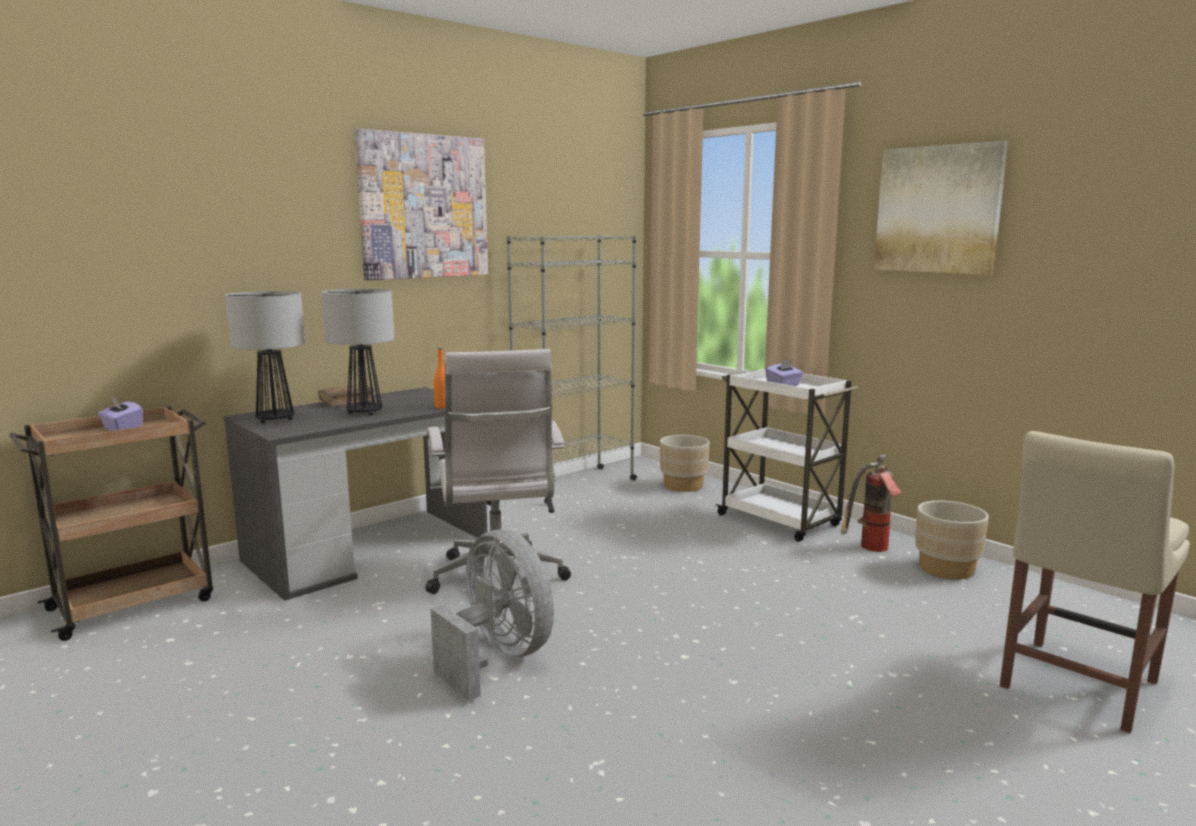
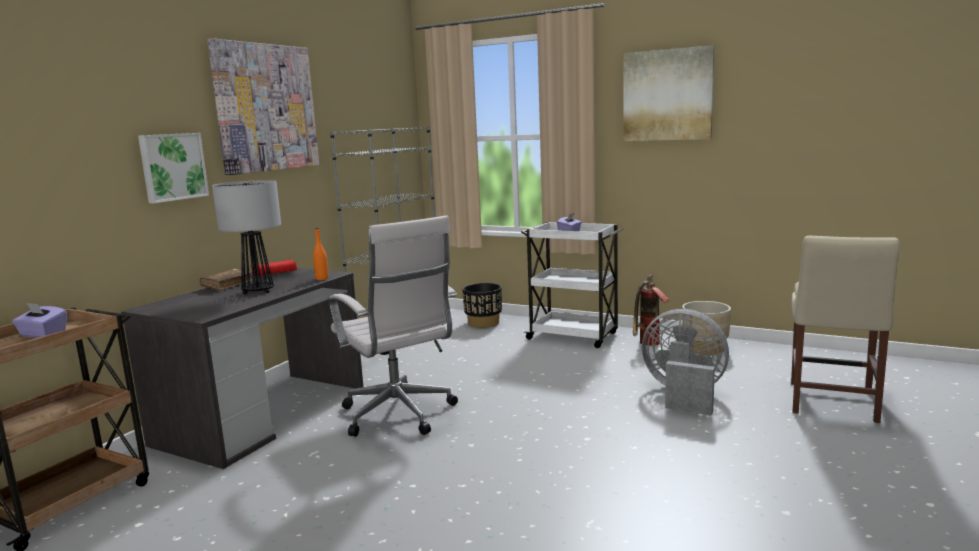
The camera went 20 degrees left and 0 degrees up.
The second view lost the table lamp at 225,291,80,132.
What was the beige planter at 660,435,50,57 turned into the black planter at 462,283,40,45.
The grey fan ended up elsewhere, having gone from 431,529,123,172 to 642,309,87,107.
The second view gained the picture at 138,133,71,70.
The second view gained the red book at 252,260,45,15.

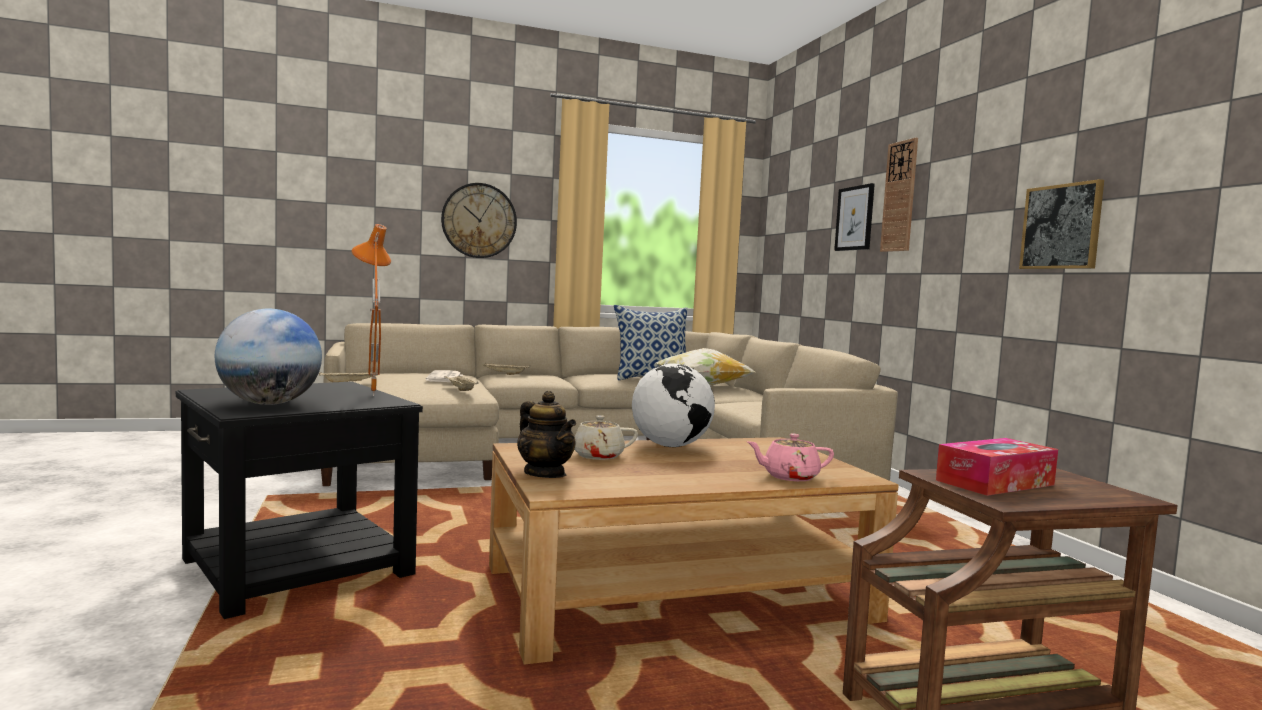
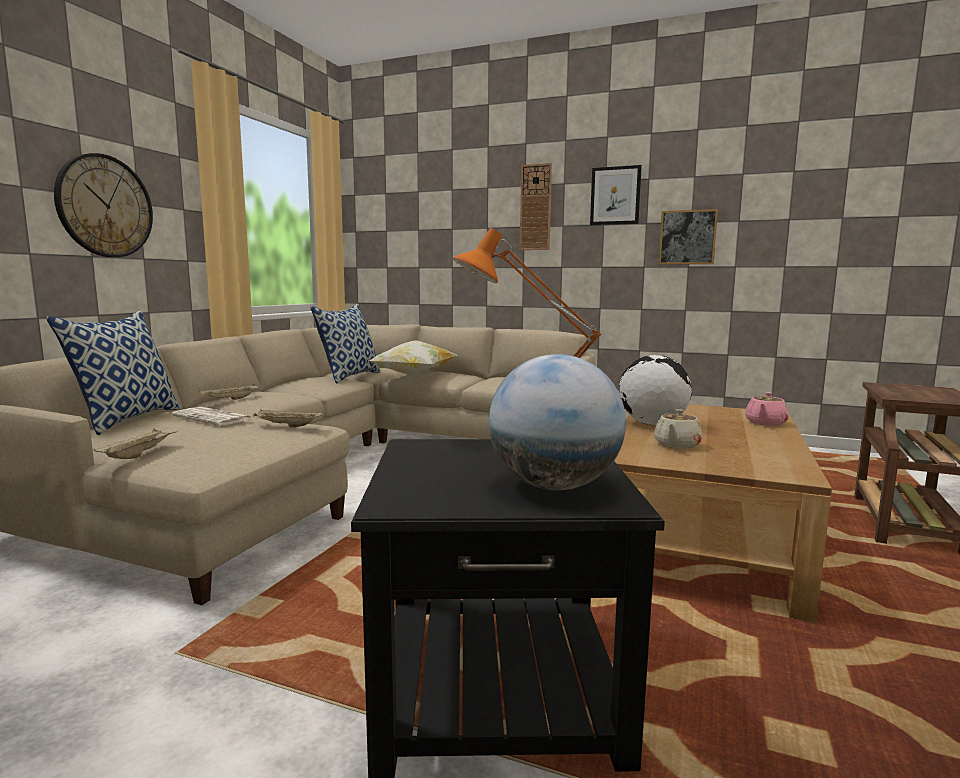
The camera went 50 degrees left and 5 degrees up.
The picture ended up elsewhere, having gone from 834,183,41,68 to 590,165,52,60.
The second view lost the teapot at 517,391,59,87.
The second view lost the tissue box at 936,438,122,58.
The second view gained the pillow at 46,310,135,125.

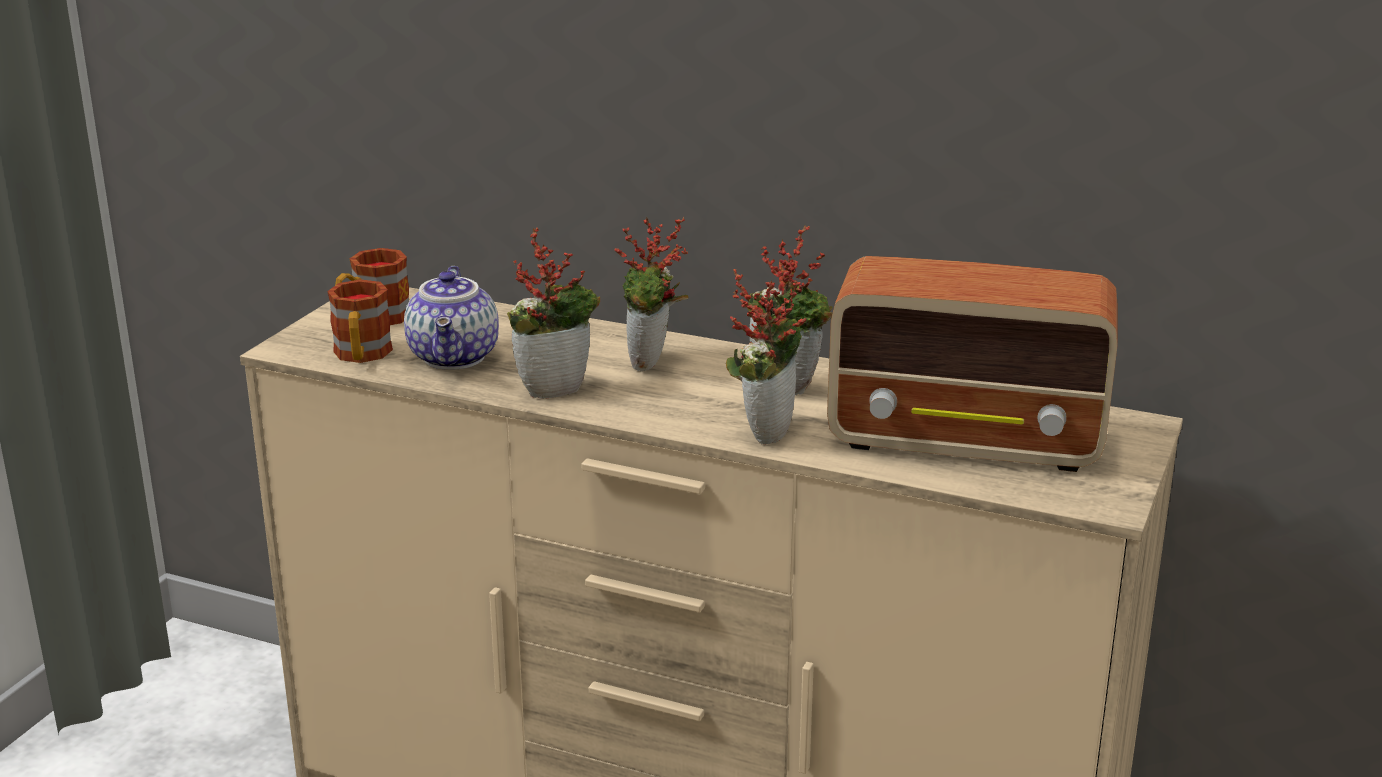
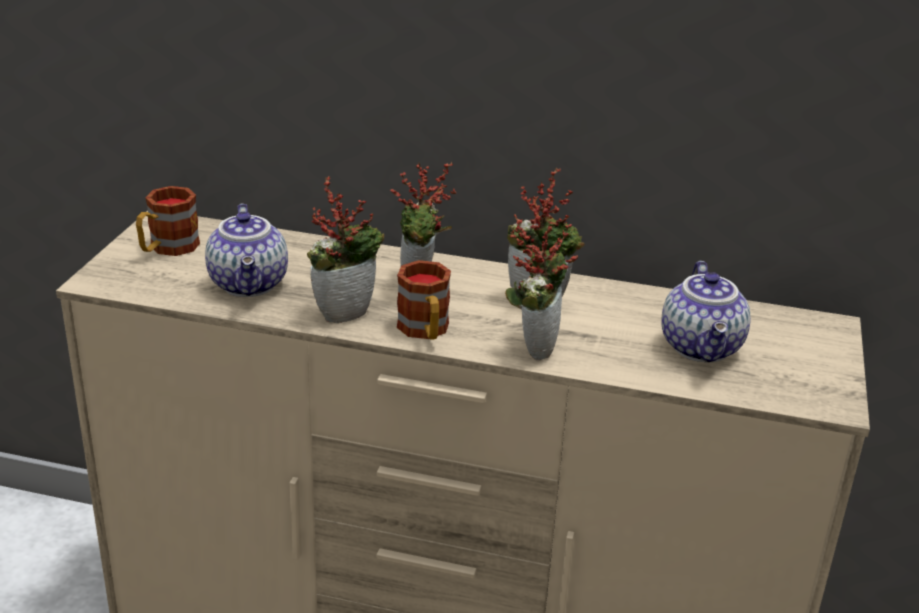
The camera went 10 degrees left and 5 degrees up.
Where the radio stood at 827,256,291,216, the teapot came to stand at 662,261,89,101.
The mug ended up elsewhere, having gone from 327,279,66,84 to 397,260,54,80.

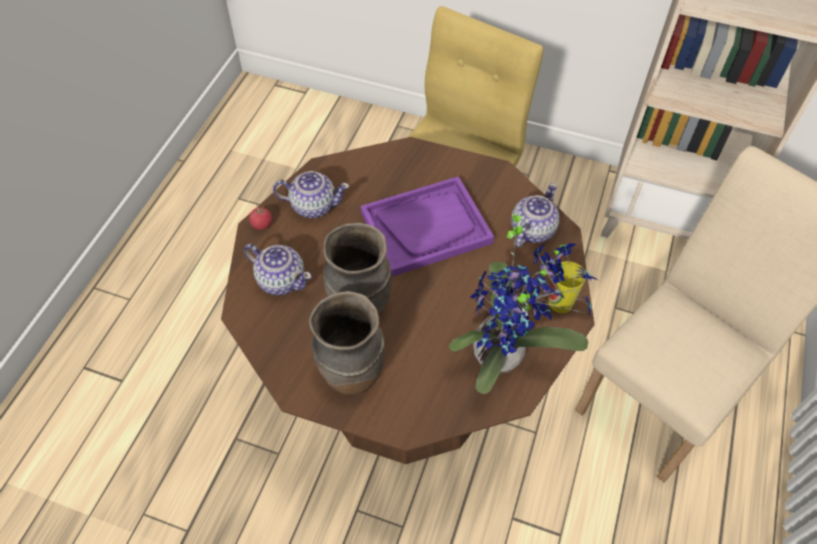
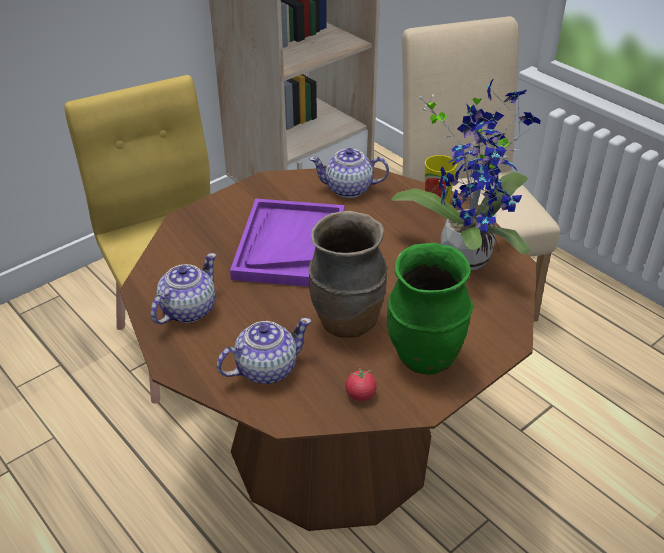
The camera went 60 degrees left and 15 degrees down.
The teapot at 511,183,48,64 ended up facing another way, 60 degrees counterclockwise from before.
The tomato ended up elsewhere, having gone from 249,204,23,26 to 345,367,32,34.
What was the brown vase at 309,291,76,104 turned into the green vase at 387,243,86,132.

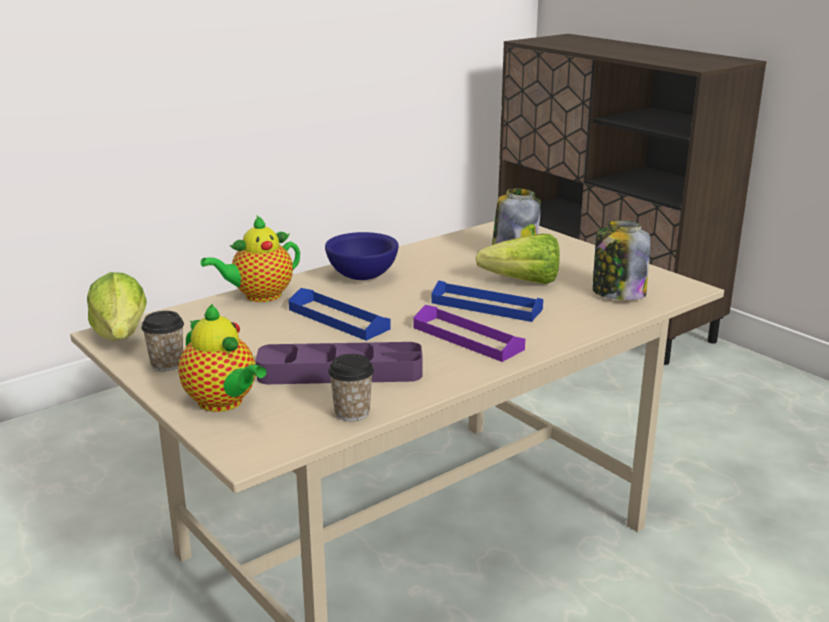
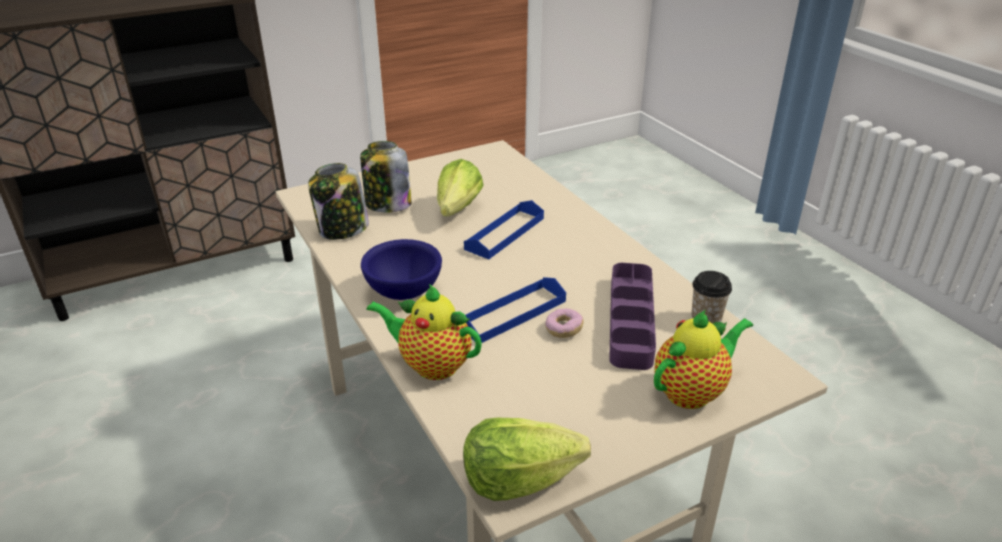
The camera went 80 degrees left and 10 degrees up.
The teapot at 200,215,100,87 ended up facing another way, 135 degrees clockwise from before.
The jar ended up elsewhere, having gone from 593,220,57,80 to 308,163,61,77.
The second view lost the purple tray at 413,305,112,57.
The second view lost the cup at 141,311,43,60.
The second view gained the donut at 545,308,39,30.

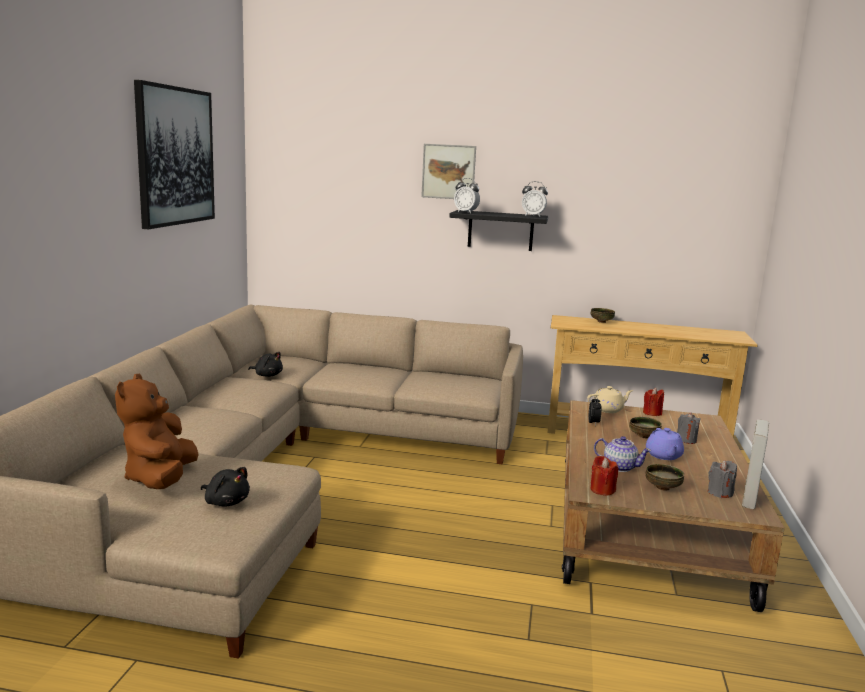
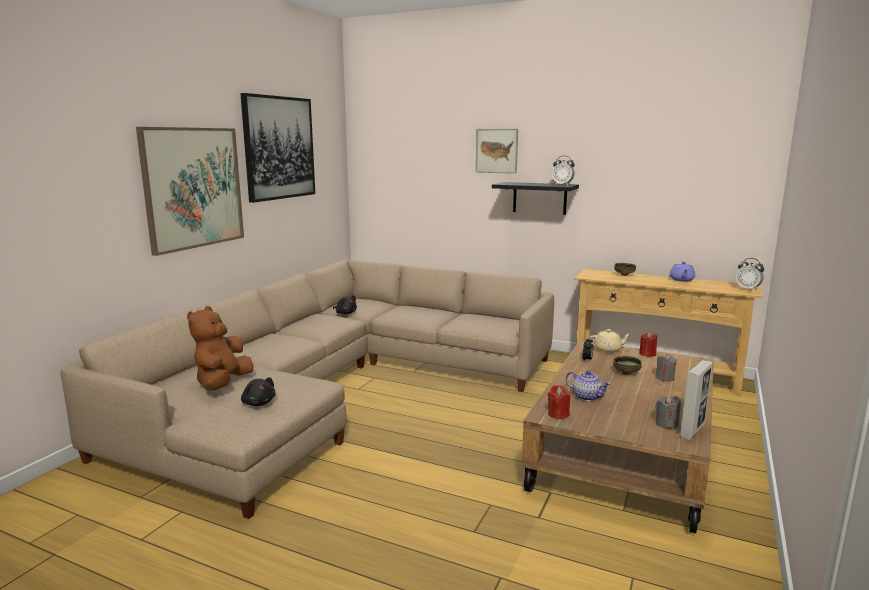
The camera went 15 degrees right and 0 degrees up.
The alarm clock ended up elsewhere, having gone from 454,178,26,36 to 736,258,28,33.
The purple teapot ended up elsewhere, having gone from 646,428,38,32 to 670,262,25,20.
The second view lost the bowl at 645,464,39,27.
The second view gained the picture at 136,127,108,129.

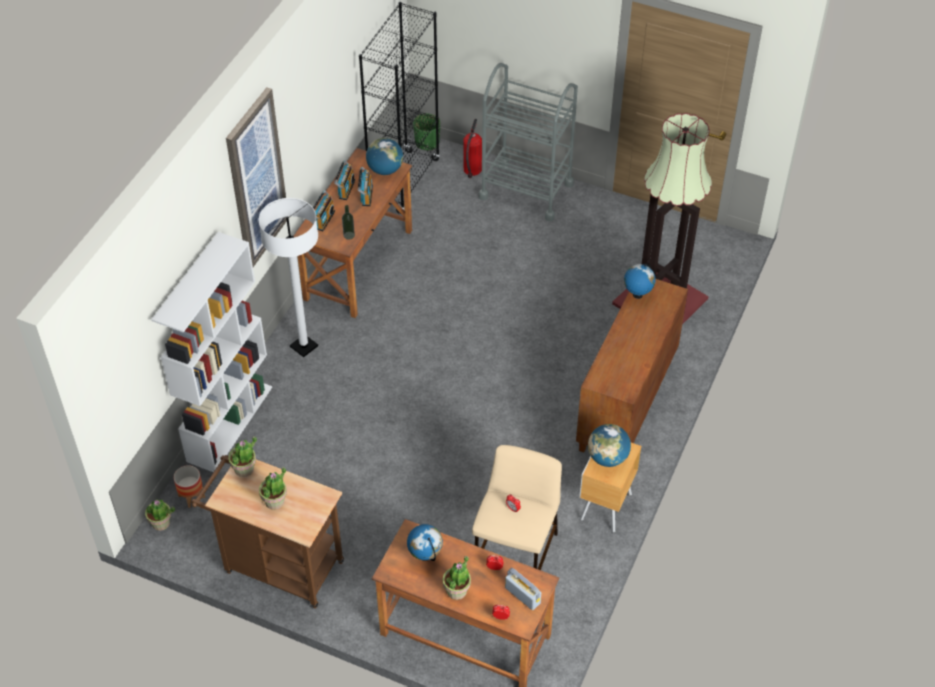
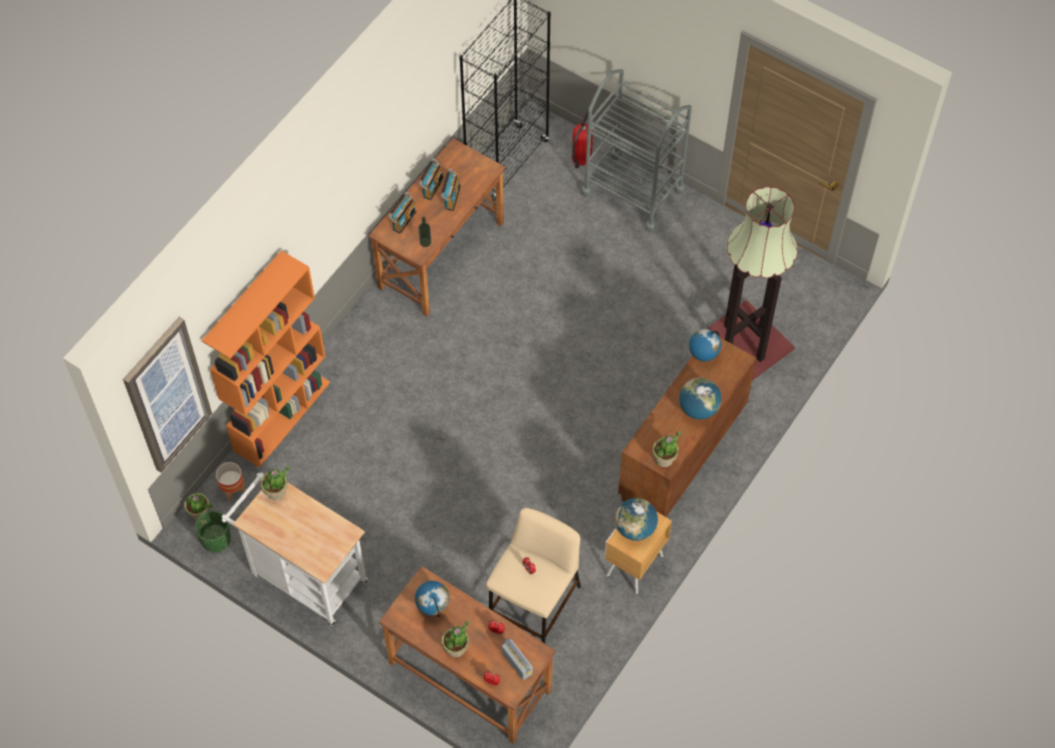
The camera went 10 degrees right and 10 degrees up.
The picture ended up elsewhere, having gone from 226,87,63,180 to 123,317,89,156.
The green planter ended up elsewhere, having gone from 413,113,27,37 to 195,511,36,42.
The globe ended up elsewhere, having gone from 366,138,37,37 to 679,378,42,42.
The second view lost the white floor lamp at 259,198,59,159.
What was the white bookcase at 151,232,121,240 turned into the orange bookcase at 202,250,128,218.
What was the brown cart at 191,455,153,154 turned into the white cart at 222,472,146,154.
The potted plant ended up elsewhere, having gone from 259,467,28,43 to 652,431,28,36.

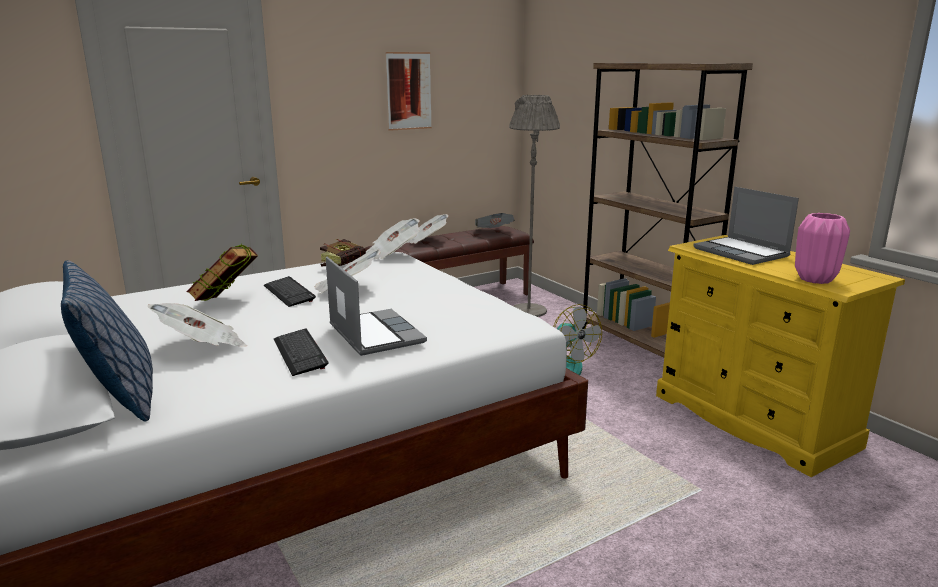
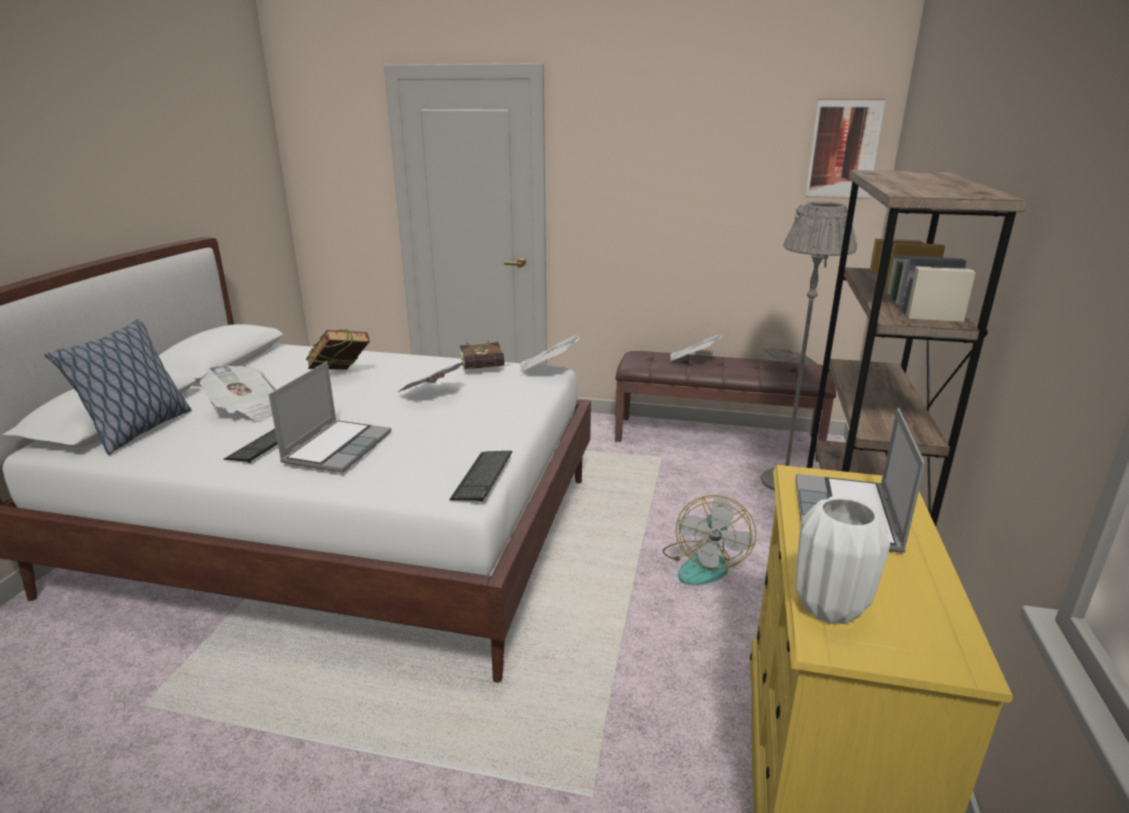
The camera went 45 degrees right and 5 degrees up.
The picture ended up elsewhere, having gone from 386,52,46,79 to 805,98,81,101.
What was the pink vase at 795,213,55,71 turned into the white vase at 796,496,94,128.
The keyboard ended up elsewhere, having gone from 264,276,52,31 to 449,451,63,51.

